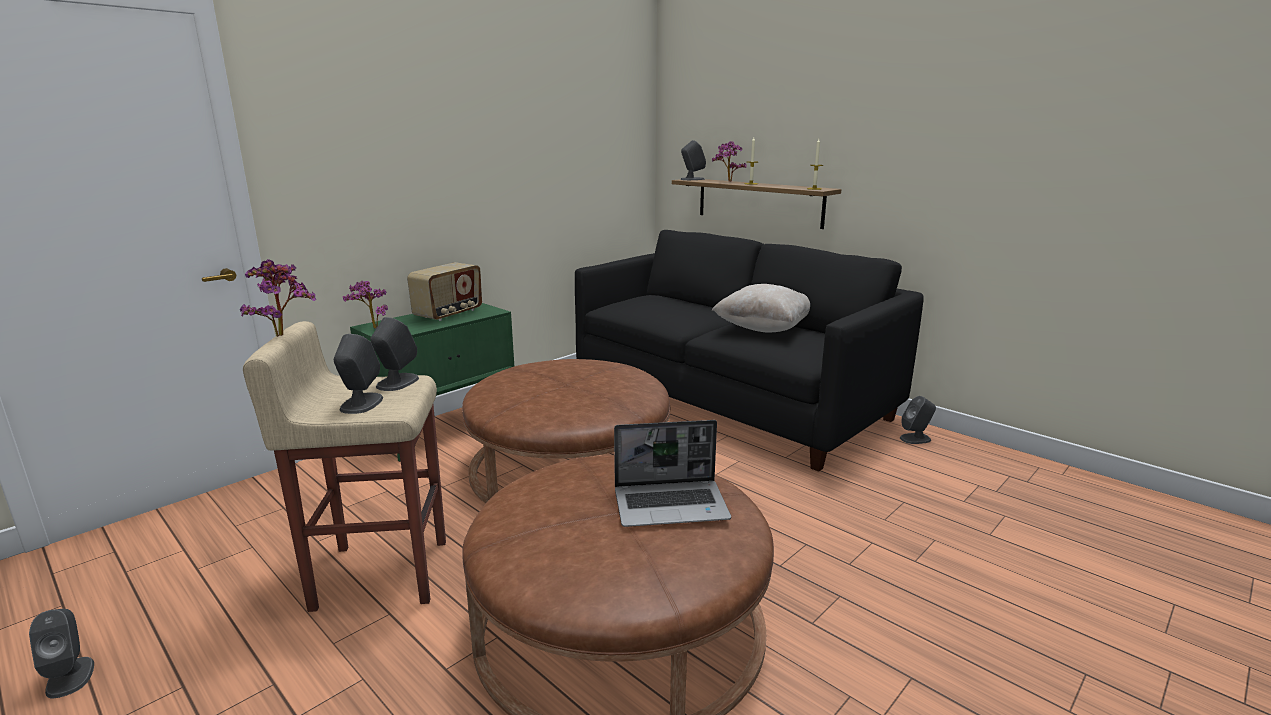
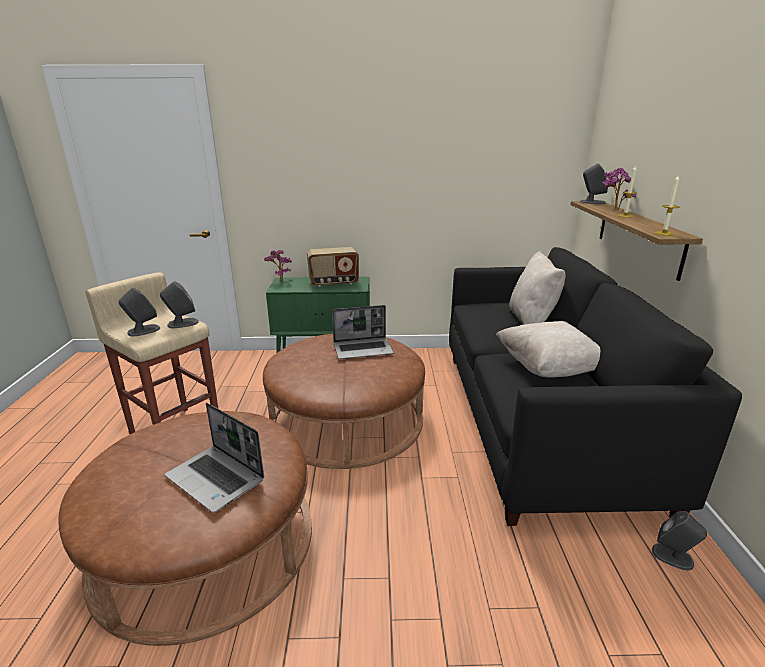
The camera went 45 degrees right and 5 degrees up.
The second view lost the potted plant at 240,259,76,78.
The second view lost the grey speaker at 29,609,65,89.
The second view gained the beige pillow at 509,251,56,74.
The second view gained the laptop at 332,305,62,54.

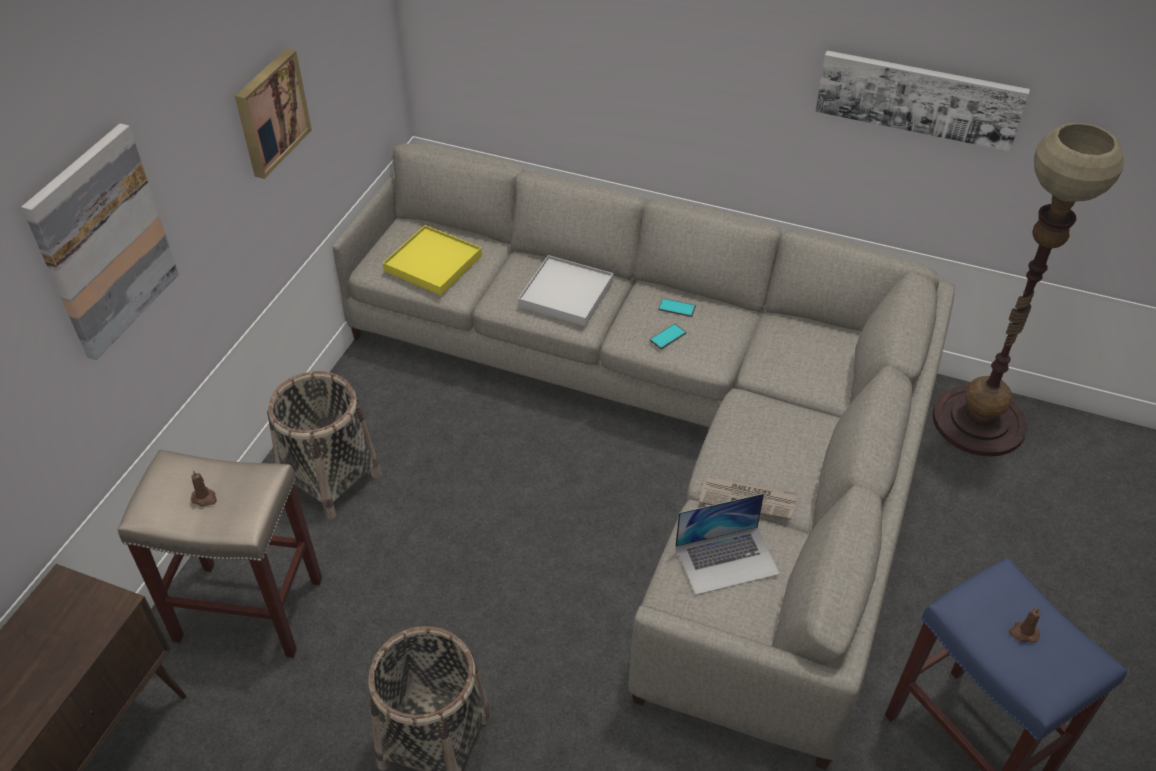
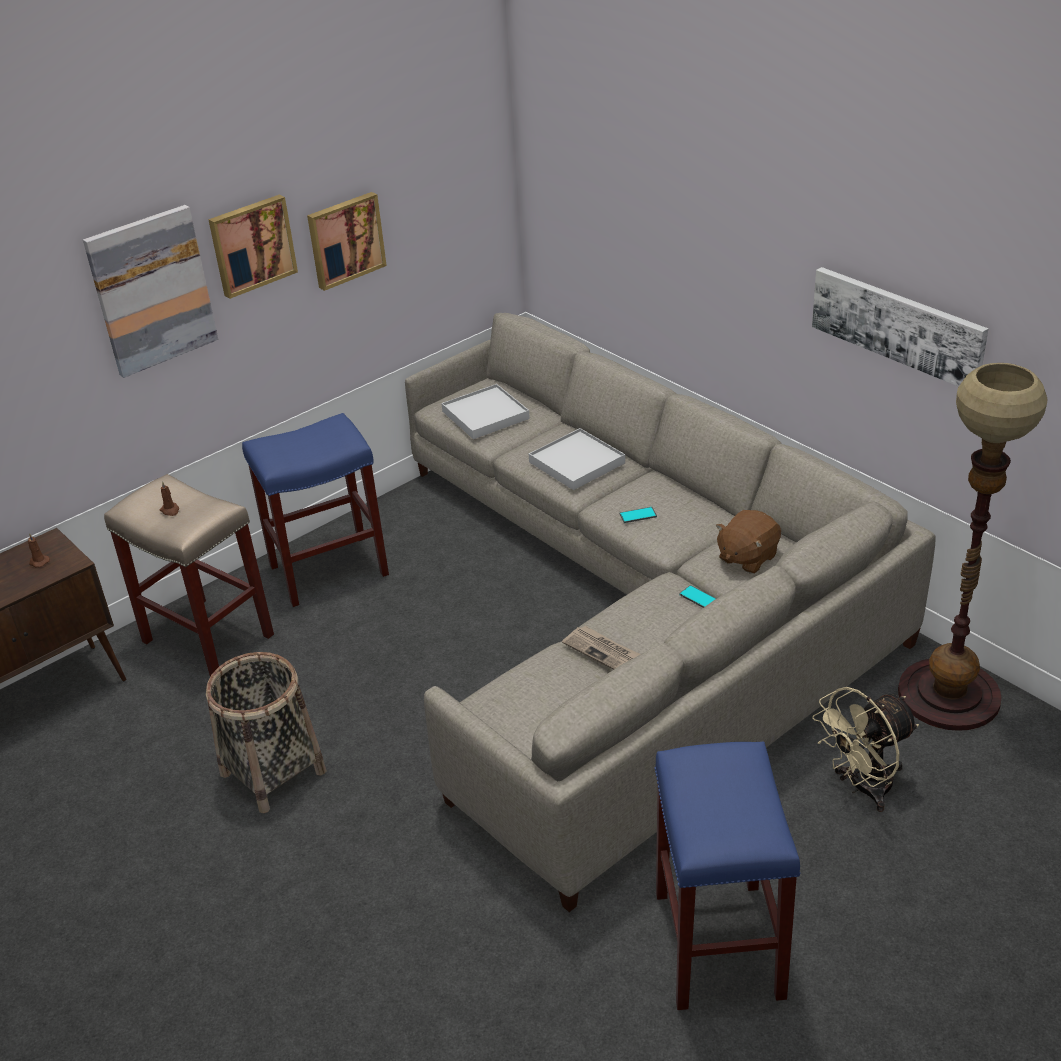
The camera went 30 degrees right and 10 degrees down.
What was the yellow tray at 383,225,99,70 turned into the white tray at 441,384,89,55.
The phone ended up elsewhere, having gone from 659,298,37,19 to 679,585,37,23.
Where the basket stood at 267,371,115,148, the blue stool came to stand at 242,413,147,194.
The second view lost the laptop at 675,493,105,102.
The brown candle ended up elsewhere, having gone from 1009,607,32,36 to 28,533,22,34.
The second view gained the picture at 208,194,90,105.
The second view gained the brown plush toy at 716,510,65,64.
The second view gained the beige fan at 812,687,107,125.

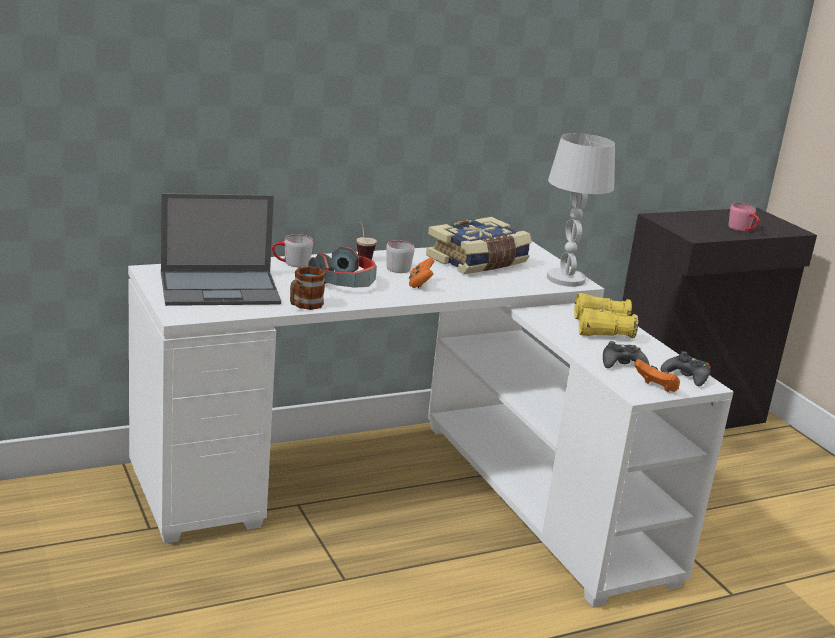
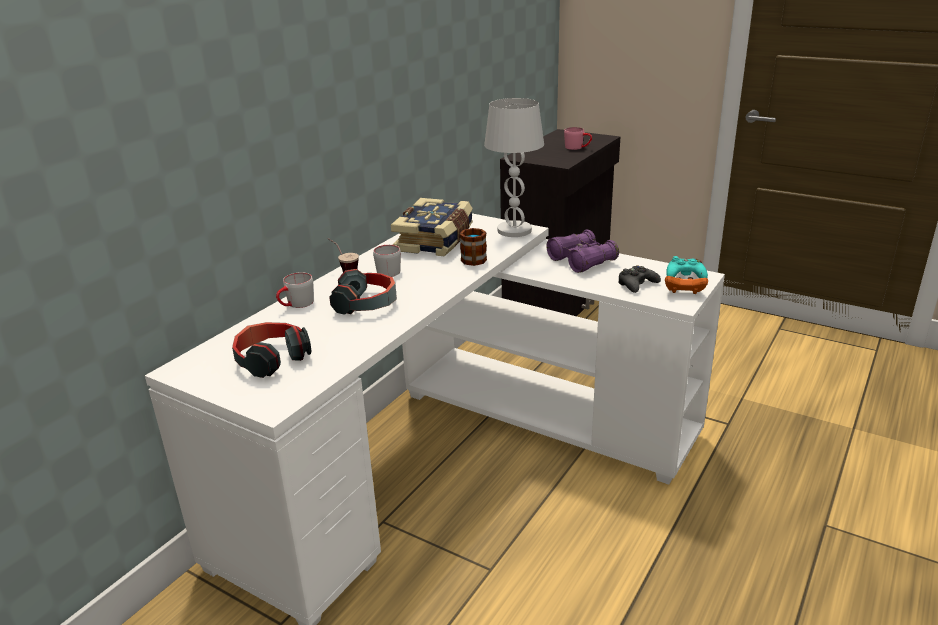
The camera went 30 degrees left and 5 degrees up.
Where the laptop stood at 161,193,120,113, the headphones came to stand at 232,322,80,56.
The second view lost the orange game controller at 409,257,25,31.
The mug ended up elsewhere, having gone from 290,266,36,44 to 460,228,27,38.
What was the yellow binoculars at 574,293,64,45 turned into the purple binoculars at 546,230,73,43.
What was the black game controller at 661,351,50,35 turned into the turquoise game controller at 666,256,42,22.

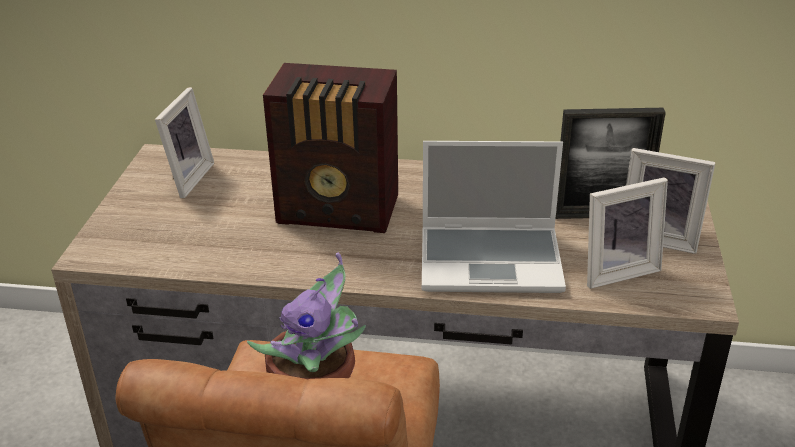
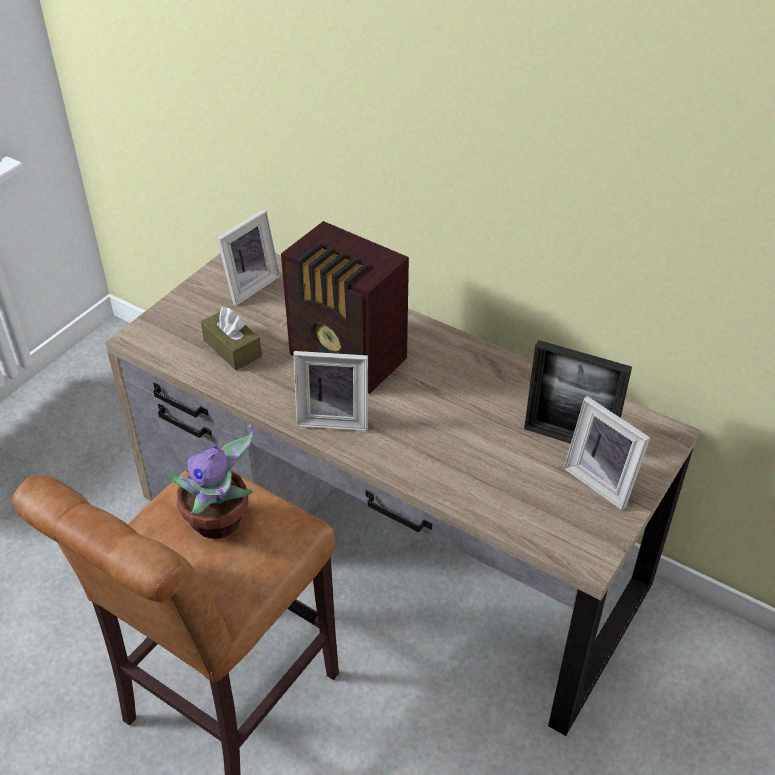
The camera went 25 degrees right and 10 degrees up.
The second view lost the laptop at 422,141,144,152.
The picture frame ended up elsewhere, having gone from 587,177,81,112 to 293,351,75,80.
The second view gained the brown tissue box at 201,307,61,63.

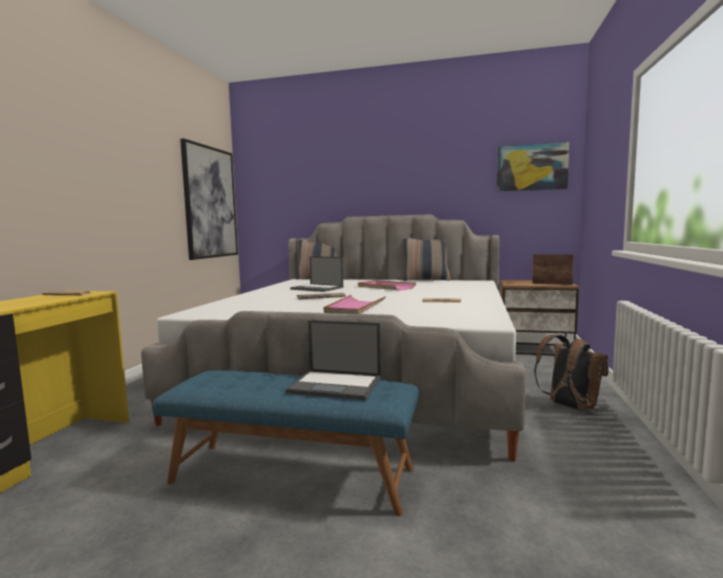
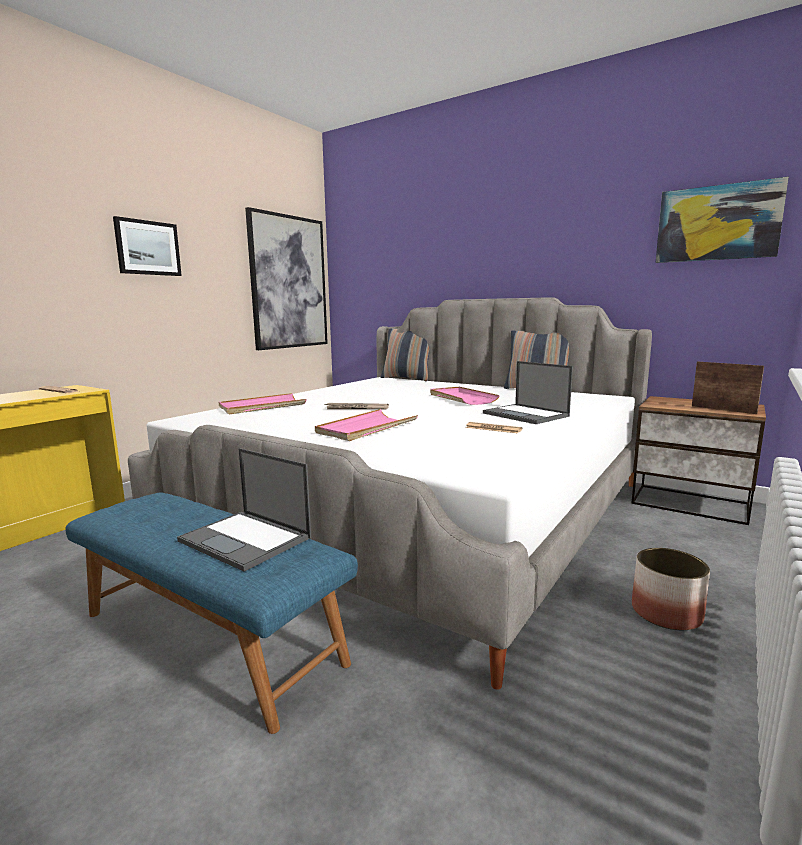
The camera went 20 degrees right and 5 degrees up.
The laptop ended up elsewhere, having gone from 290,256,53,36 to 483,361,90,63.
Where the brown backpack stood at 534,334,74,77, the planter came to stand at 632,548,78,82.
The second view gained the picture at 113,216,69,60.
The second view gained the pink tray at 219,393,87,21.

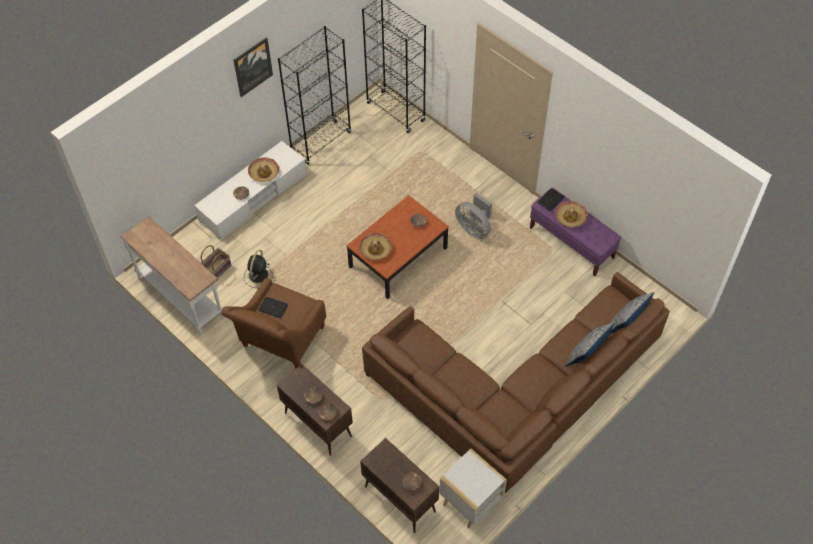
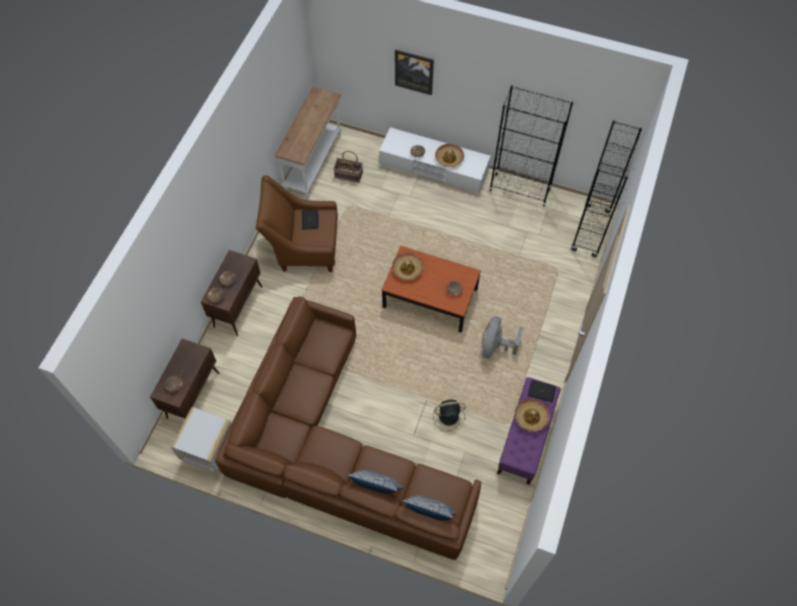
The camera went 65 degrees right and 5 degrees up.
The picture ended up elsewhere, having gone from 233,37,40,60 to 395,49,39,46.
The black fan ended up elsewhere, having gone from 244,250,28,38 to 433,400,33,31.

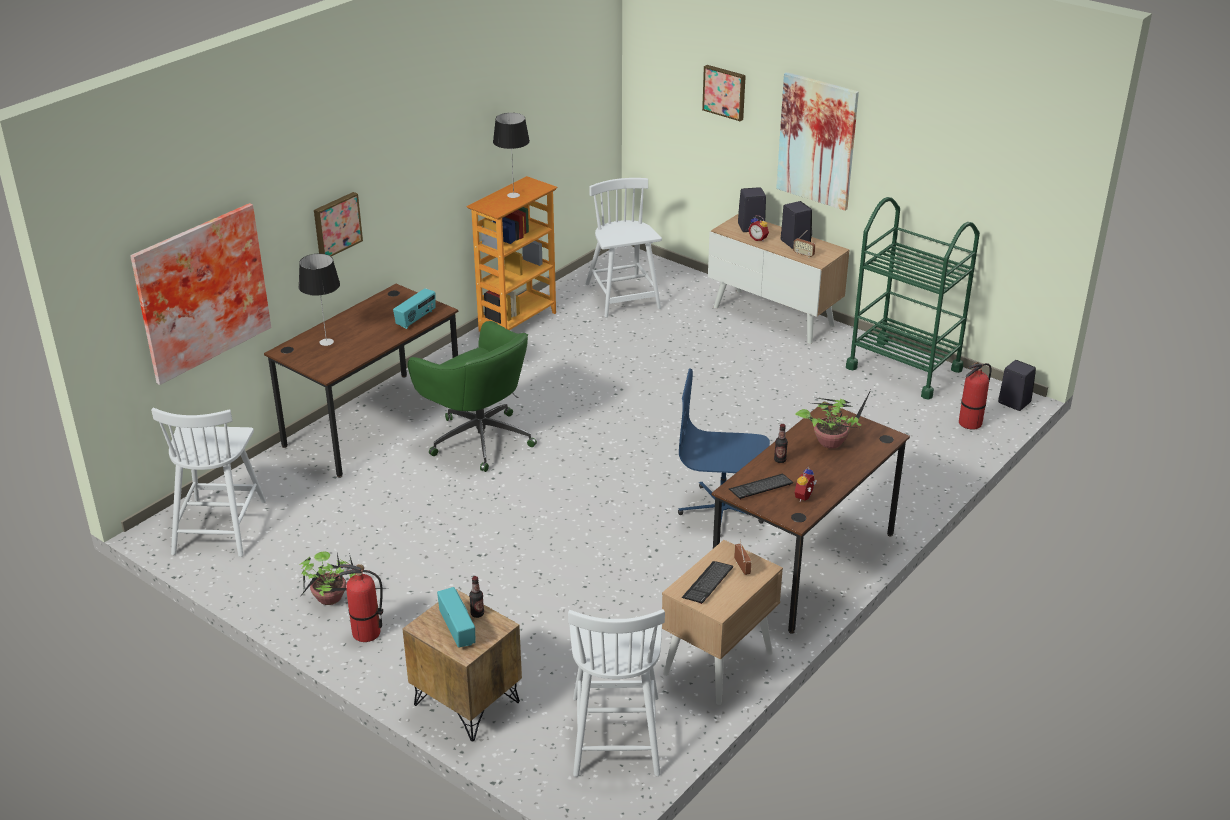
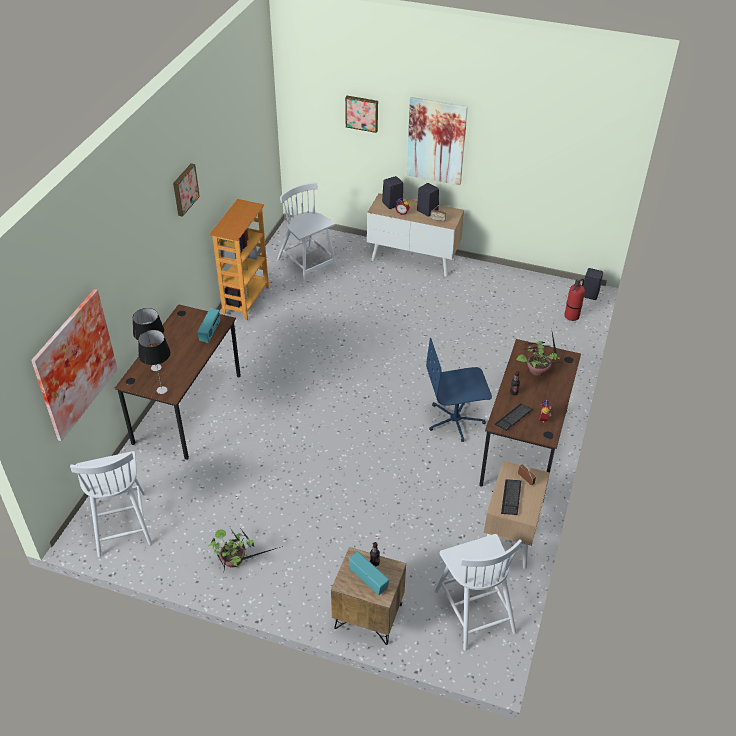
The camera went 20 degrees left and 10 degrees up.
The table lamp ended up elsewhere, having gone from 493,113,37,85 to 138,330,33,64.
The picture ended up elsewhere, having gone from 314,192,49,64 to 173,163,27,54.
The second view lost the green cart at 846,197,134,203.
The second view lost the green office chair at 408,321,129,151.
The second view lost the fire extinguisher at 339,564,44,78.

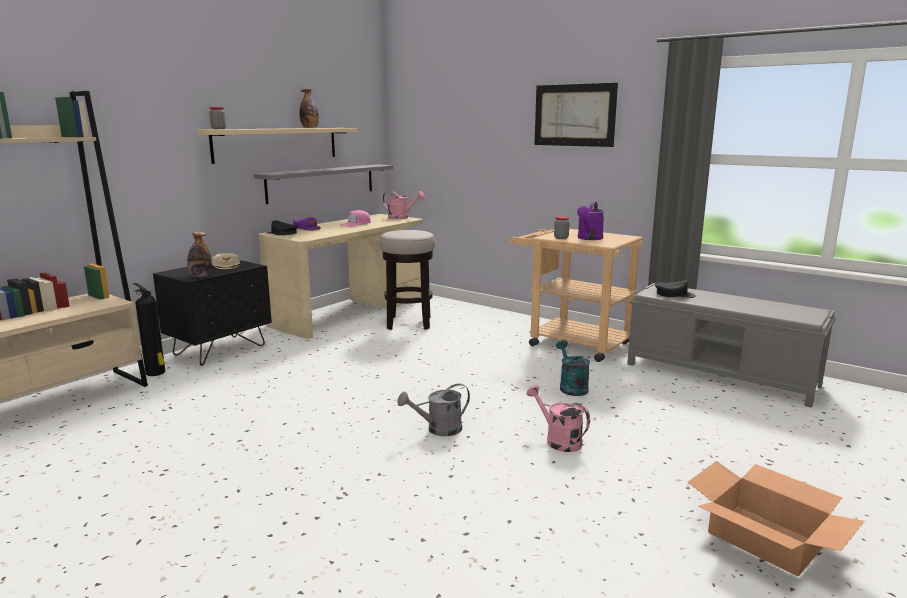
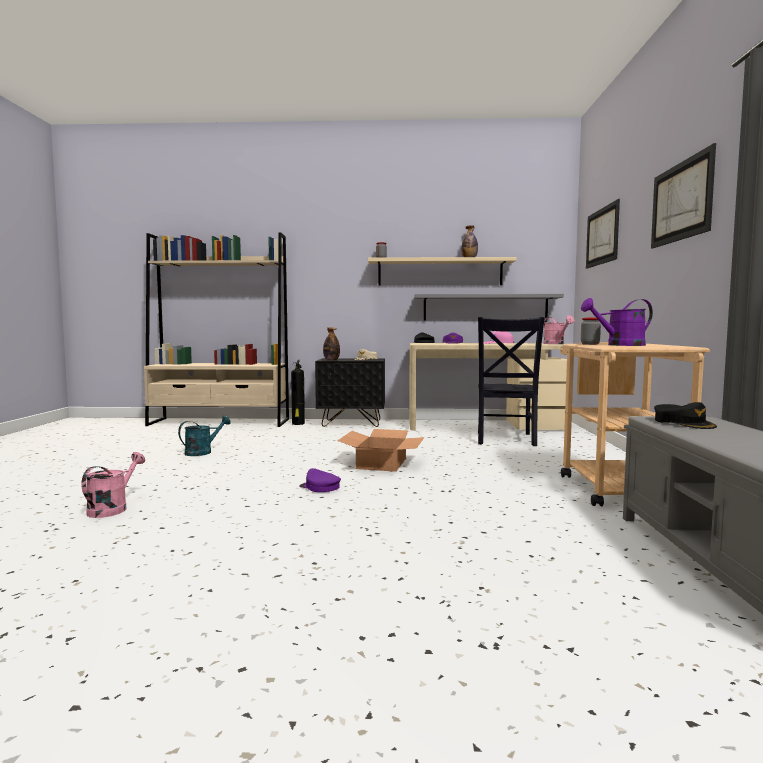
The camera went 55 degrees right and 10 degrees down.
Where the stool stood at 379,230,56,100, the black chair came to stand at 478,317,67,129.
The turquoise watering can ended up elsewhere, having gone from 556,340,34,56 to 178,416,53,40.
Where the grey watering can stood at 398,383,72,53, the purple cap came to stand at 299,468,42,24.
The pink watering can ended up elsewhere, having gone from 527,385,63,67 to 81,452,64,66.
The cardboard box ended up elsewhere, having gone from 687,461,178,115 to 337,429,88,43.
The second view gained the picture at 586,199,34,70.

